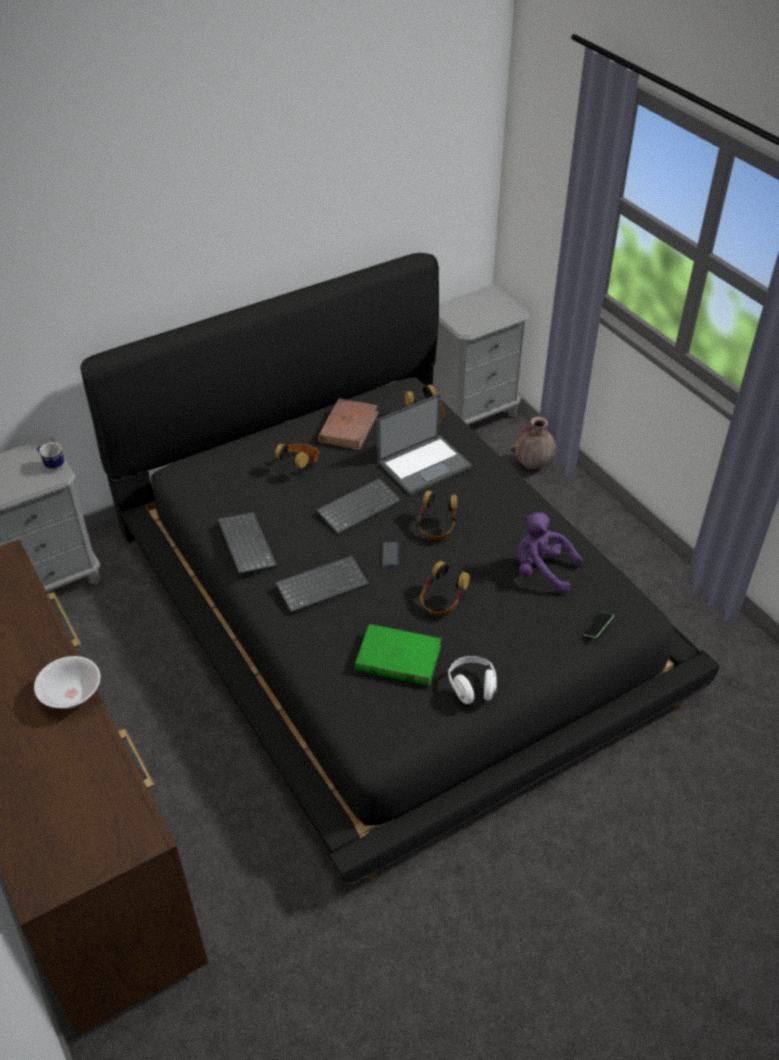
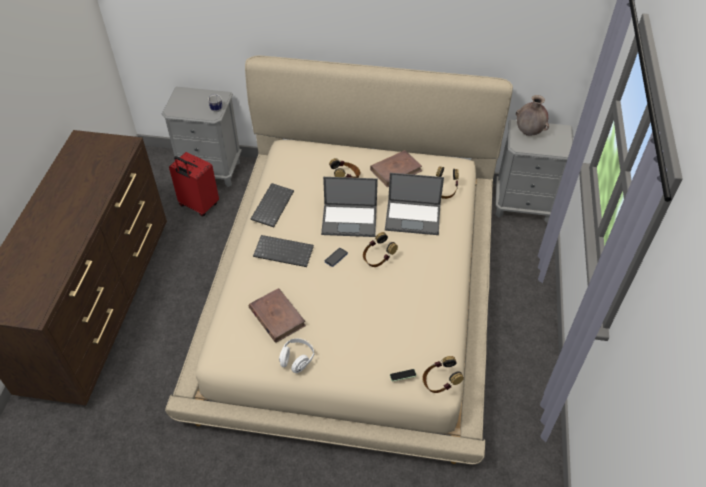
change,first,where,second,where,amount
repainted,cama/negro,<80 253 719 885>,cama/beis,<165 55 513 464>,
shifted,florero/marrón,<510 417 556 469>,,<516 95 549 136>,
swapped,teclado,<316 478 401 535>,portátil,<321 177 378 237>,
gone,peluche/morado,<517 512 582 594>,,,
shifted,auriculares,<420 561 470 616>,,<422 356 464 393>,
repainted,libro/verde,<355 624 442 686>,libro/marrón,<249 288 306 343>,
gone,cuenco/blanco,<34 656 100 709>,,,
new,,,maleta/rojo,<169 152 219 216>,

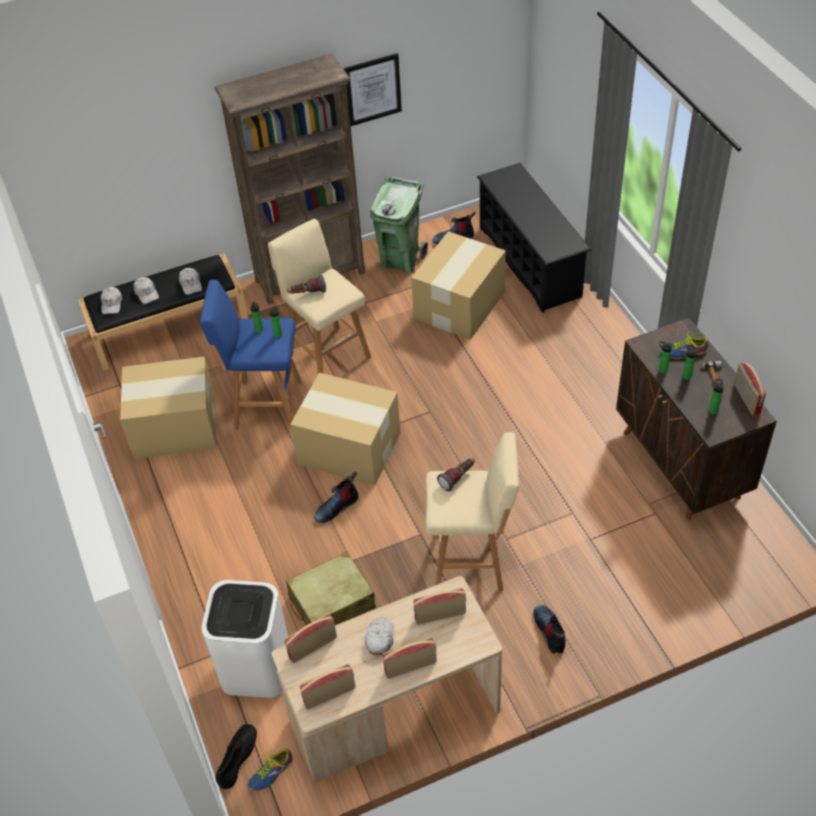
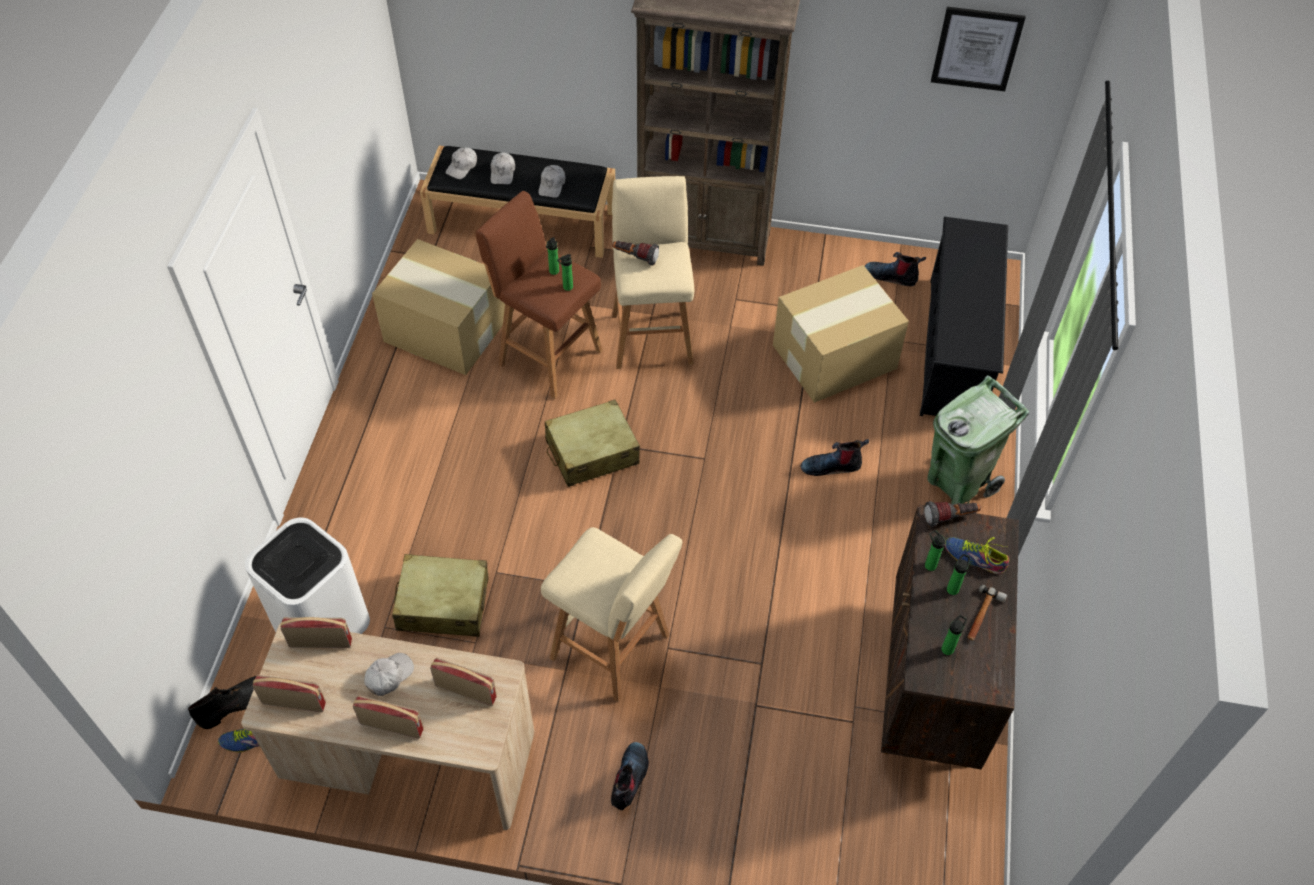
change,first,where,second,where,amount
shifted,cuadro,<344 53 402 126>,,<931 7 1025 91>,
shifted,papelera/verde,<370 177 428 274>,,<927 375 1029 504>,
repainted,taburete/azul,<200 280 301 430>,taburete/marrón,<475 191 603 399>,
gone,radio,<734 362 766 415>,,,
swapped,caja de cartón,<290 373 401 486>,maleta/beis,<545 399 640 487>,
shifted,linterna,<437 458 475 491>,,<924 501 981 527>,
shifted,bota,<314 471 359 523>,,<801 439 869 476>,

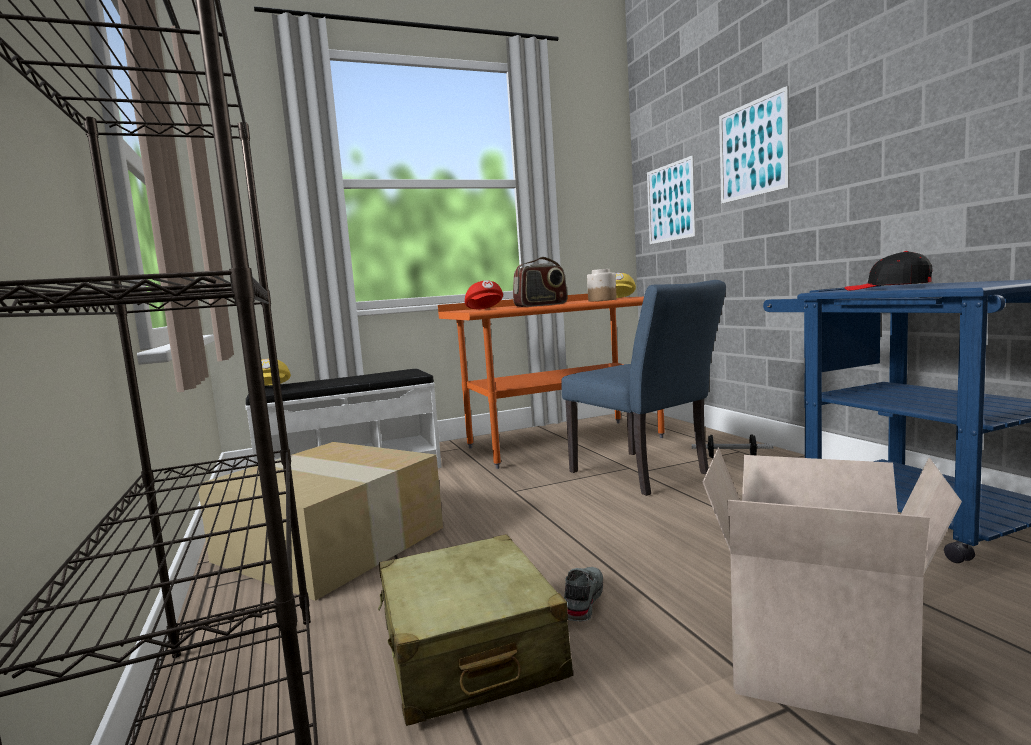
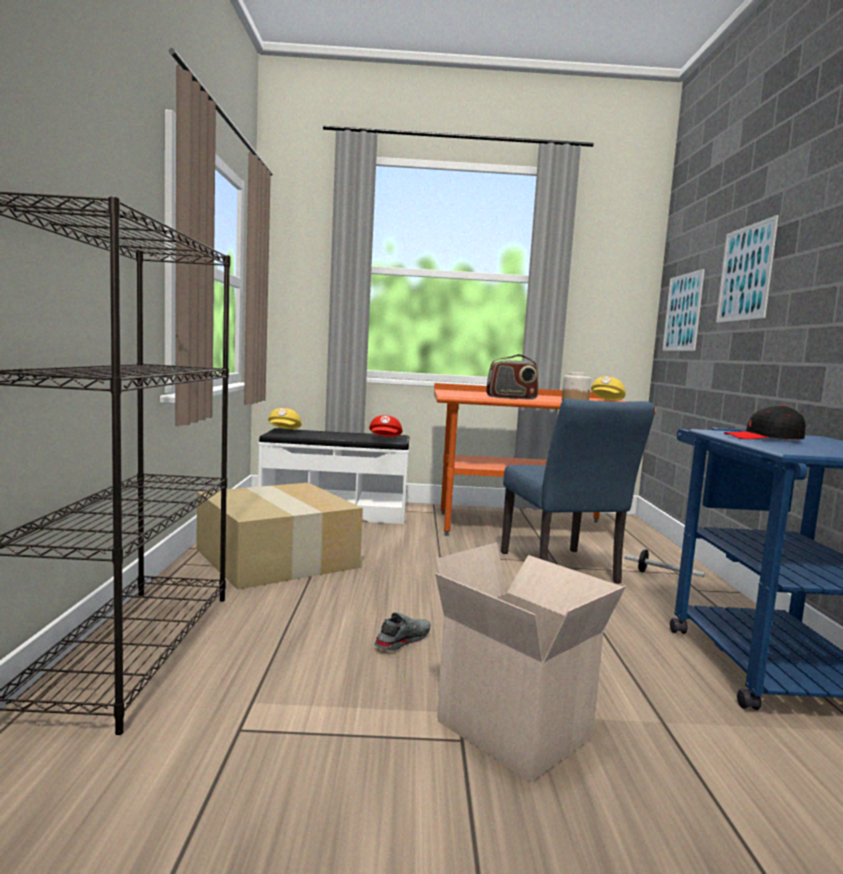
change,first,where,second,where,amount
rotated,gorra/negro,<844 251 933 291>,,<724 405 805 439>,60 degrees counterclockwise
shifted,gorra/rojo,<465 280 503 309>,,<369 415 402 437>,
gone,maleta/beis,<378 534 573 726>,,,

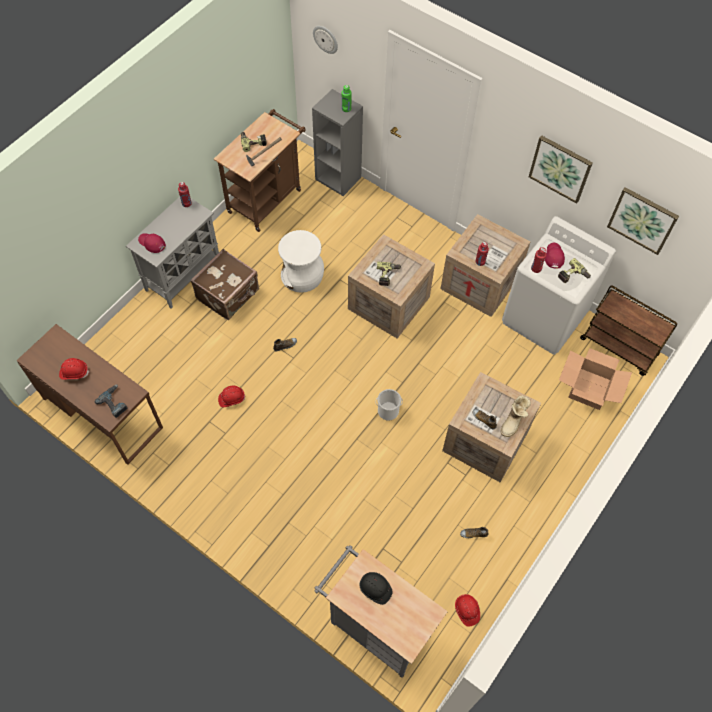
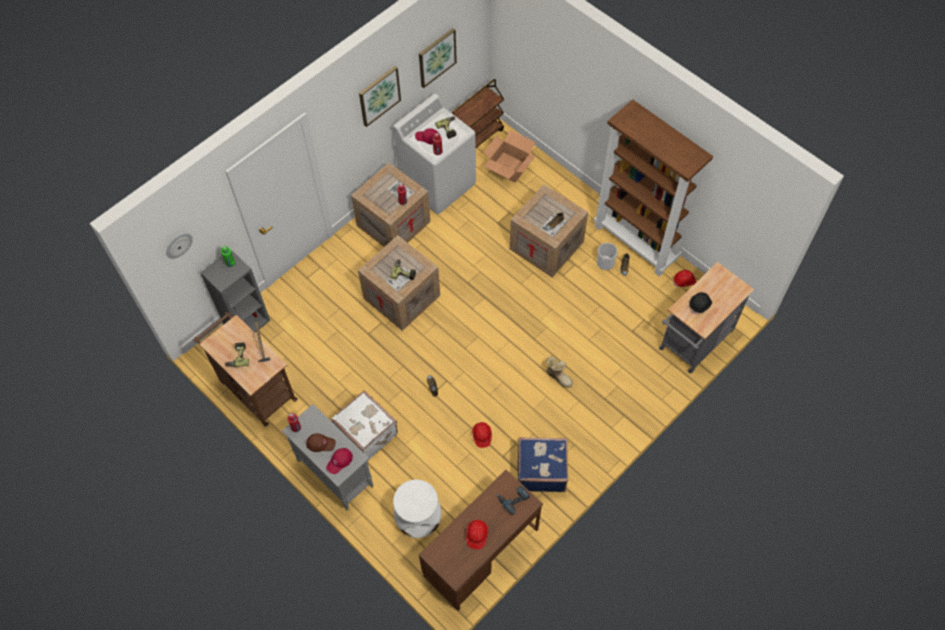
change,first,where,second,where,amount
shifted,taburete/blanco,<278 230 324 293>,,<393 479 442 538>,
repainted,maleta/marrón,<190 249 259 320>,maleta/blanco,<331 390 398 460>,
shifted,cubo,<376 389 403 421>,,<597 243 618 270>,
shifted,bota,<501 395 531 437>,,<546 357 573 388>,
new,,,estantería/marrón,<594 99 713 277>,
new,,,gorra/marrón,<306 434 336 452>,
new,,,maleta/azul,<518 437 568 492>,

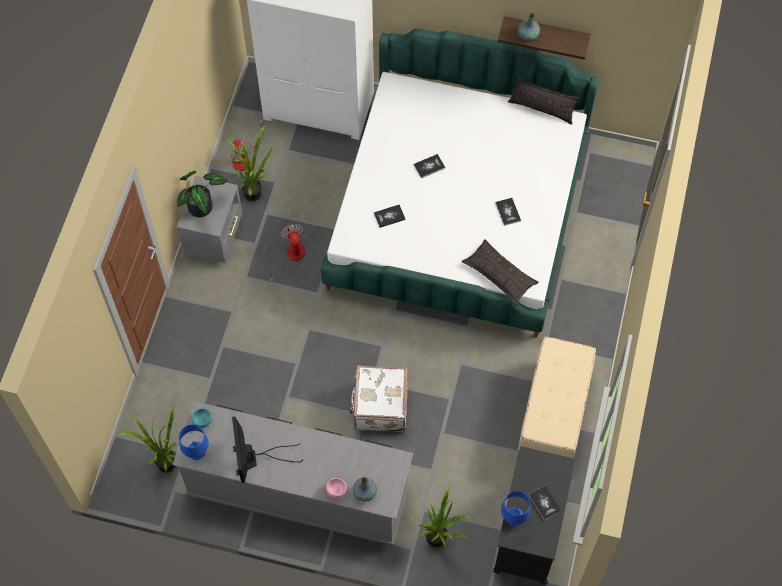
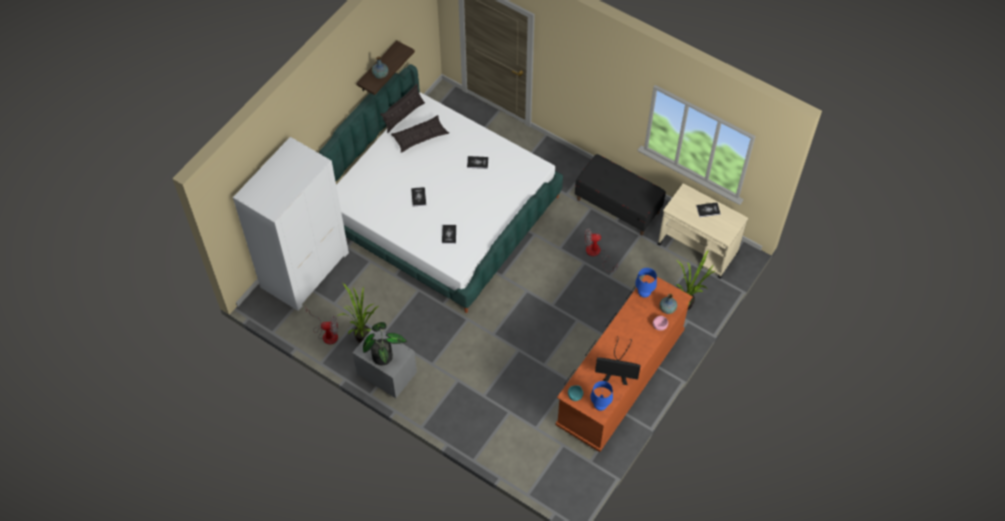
change,first,where,second,where,amount
shifted,ventilador,<269 224 305 282>,,<585 228 617 272>,
shifted,cojín,<462 239 539 306>,,<391 115 449 153>,
repainted,banco/beis,<518 337 596 458>,banco/negro,<575 154 666 236>,
gone,maleta/blanco,<350 365 408 432>,,,
repainted,cómoda/gris,<172 401 413 546>,cómoda/marrón,<555 275 693 452>,
gone,planta en maceta,<118 405 177 473>,,,
repainted,carrito/negro,<493 446 575 585>,carrito/beis,<657 183 748 279>,
shifted,lámpara de mesa/azul,<501 491 531 526>,,<635 268 657 298>,

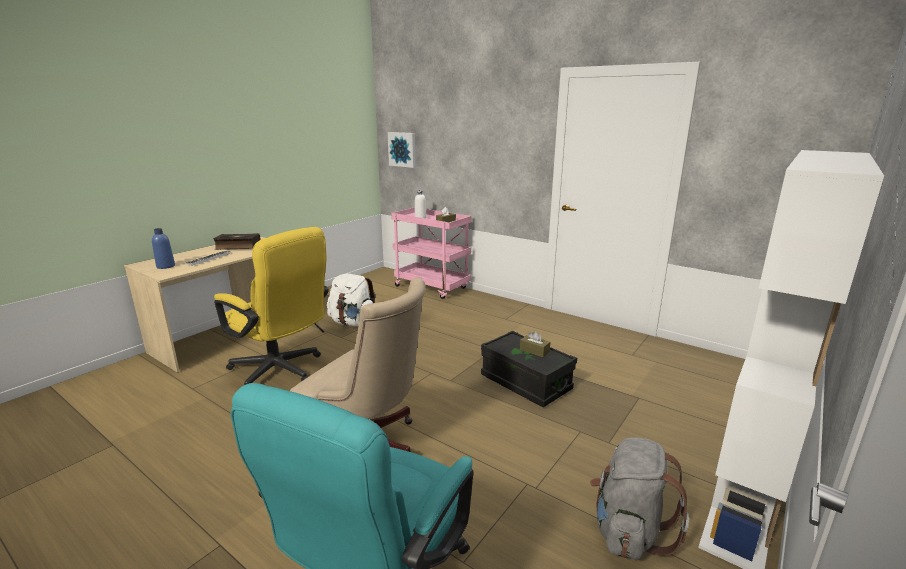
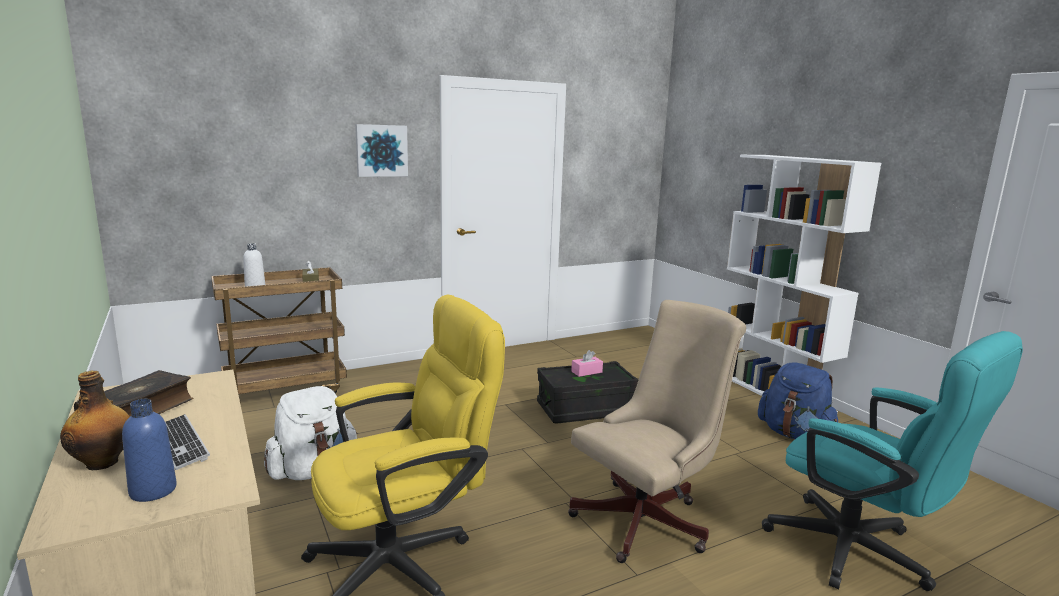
change,first,where,second,where,amount
shifted,cuadro,<388 132 416 168>,,<355 124 408 177>,
repainted,carrito/rosa,<391 207 472 299>,carrito/marrón,<211 267 347 403>,
repainted,caja de pañuelos/marrón,<520 331 550 357>,caja de pañuelos/rosa,<571 350 603 377>,
repainted,mochila/gris,<590 437 689 560>,mochila/azul,<758 362 838 439>,
new,,,botella,<60 371 130 470>,

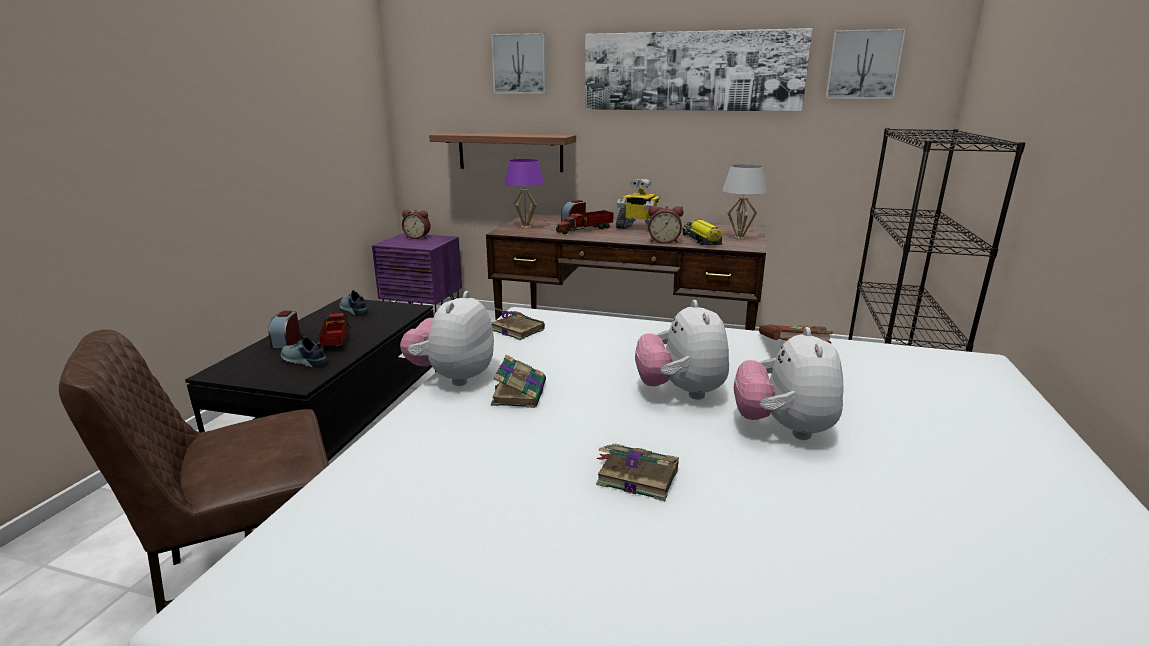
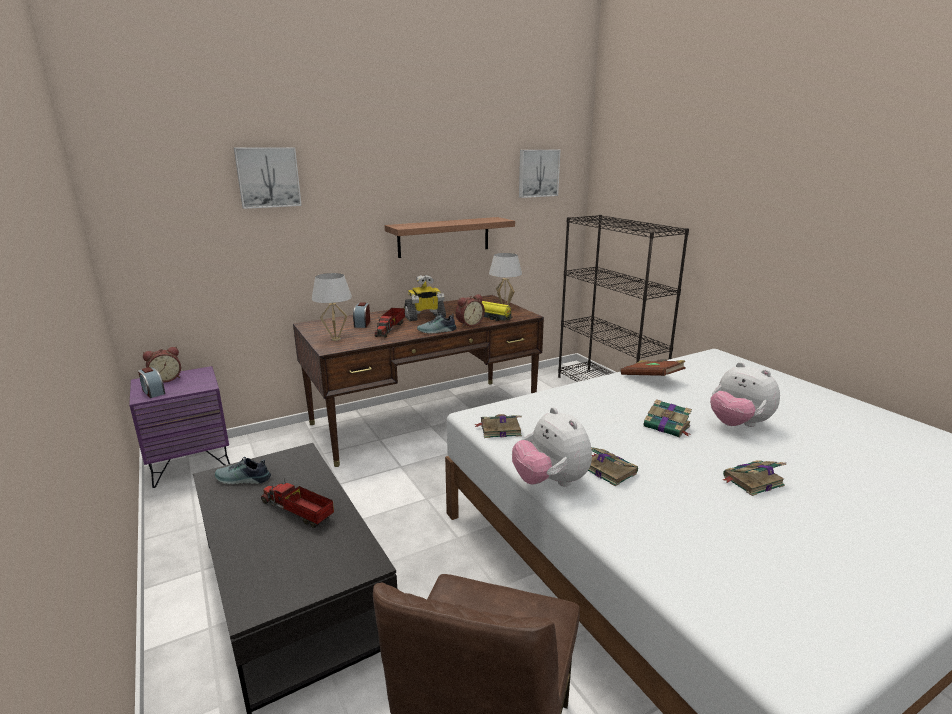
change,first,where,second,where,amount
gone,cuadro,<585 28 813 111>,,,
shifted,estante,<429 132 576 172>,,<385 217 515 258>,
repainted,lámpara de mesa/morado,<505 159 544 228>,lámpara de mesa/blanco,<312 273 352 341>,
swapped,peluche,<635 300 729 400>,libro,<644 399 692 438>,
shifted,despertador,<268 311 301 348>,,<138 367 166 398>,
shifted,zapato,<281 336 329 367>,,<417 313 456 333>,

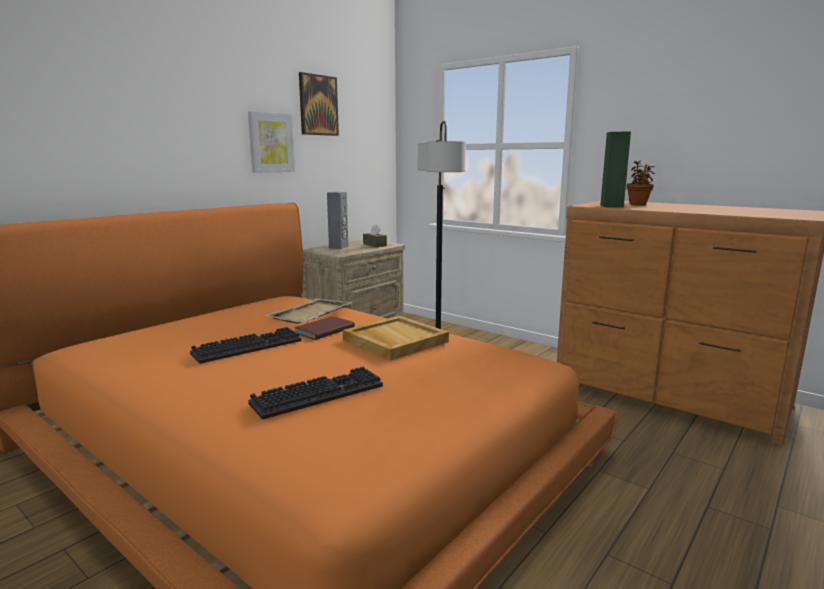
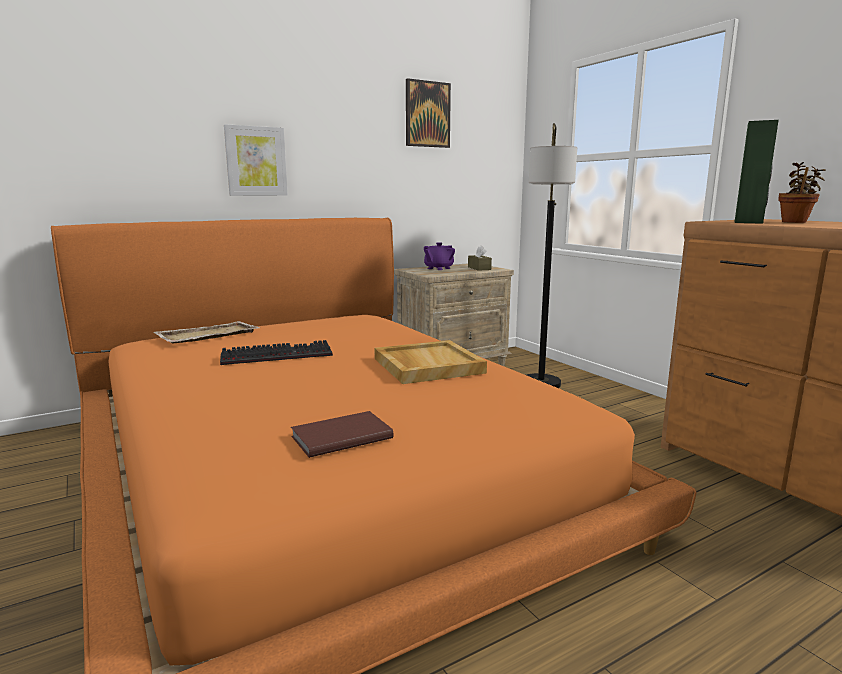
change,first,where,second,where,amount
shifted,cuadro,<248 111 295 173>,,<224 124 288 196>,
swapped,altavoz/gris,<327 192 348 249>,tetera/morado,<424 242 455 270>,
shifted,bandeja/beis,<263 298 353 323>,,<153 321 259 343>,
shifted,libro/marrón,<294 316 355 340>,,<291 411 393 458>,
gone,teclado,<248 367 383 420>,,,

